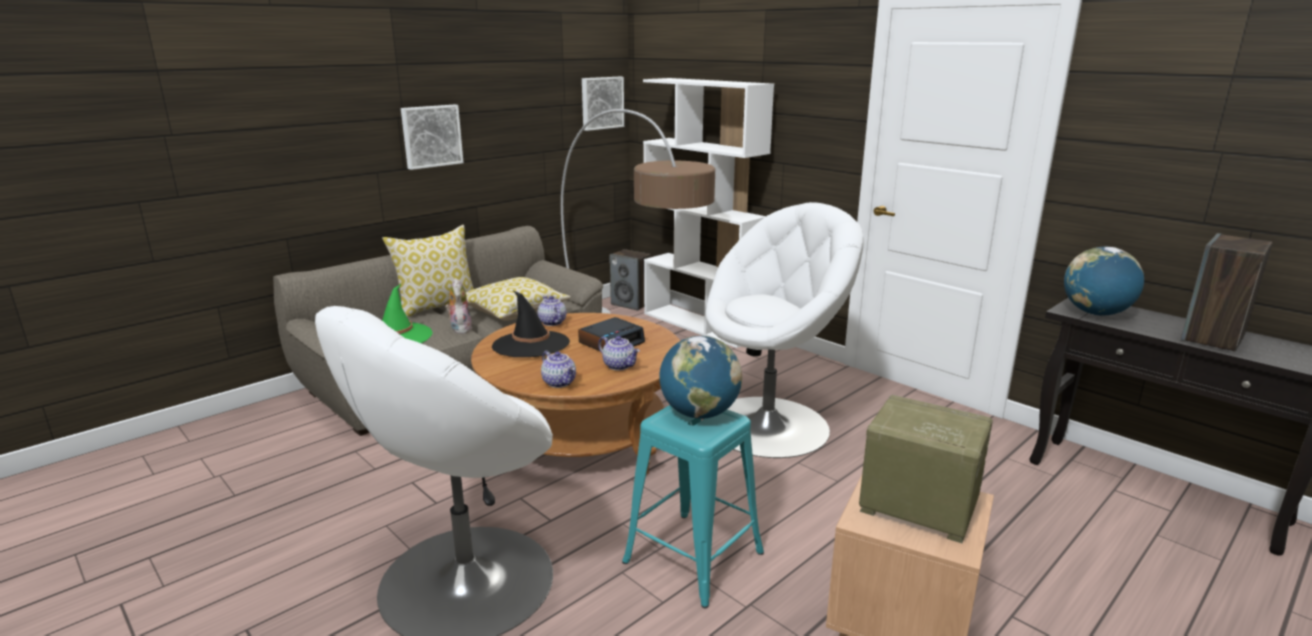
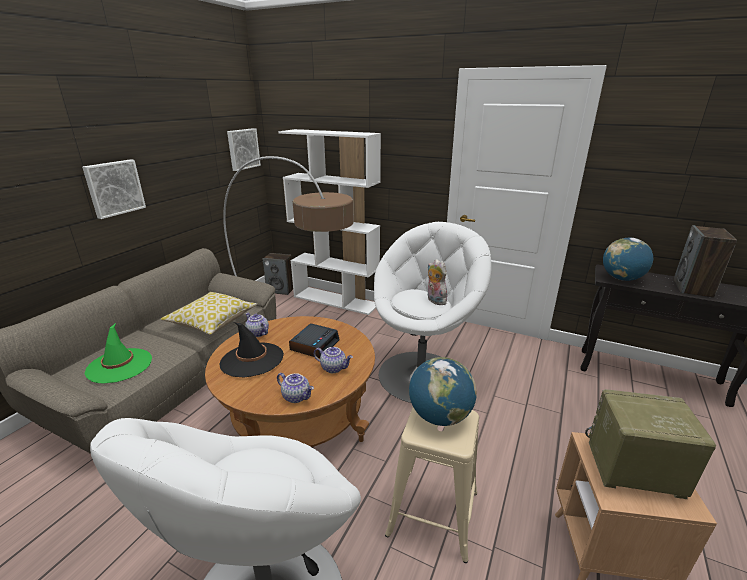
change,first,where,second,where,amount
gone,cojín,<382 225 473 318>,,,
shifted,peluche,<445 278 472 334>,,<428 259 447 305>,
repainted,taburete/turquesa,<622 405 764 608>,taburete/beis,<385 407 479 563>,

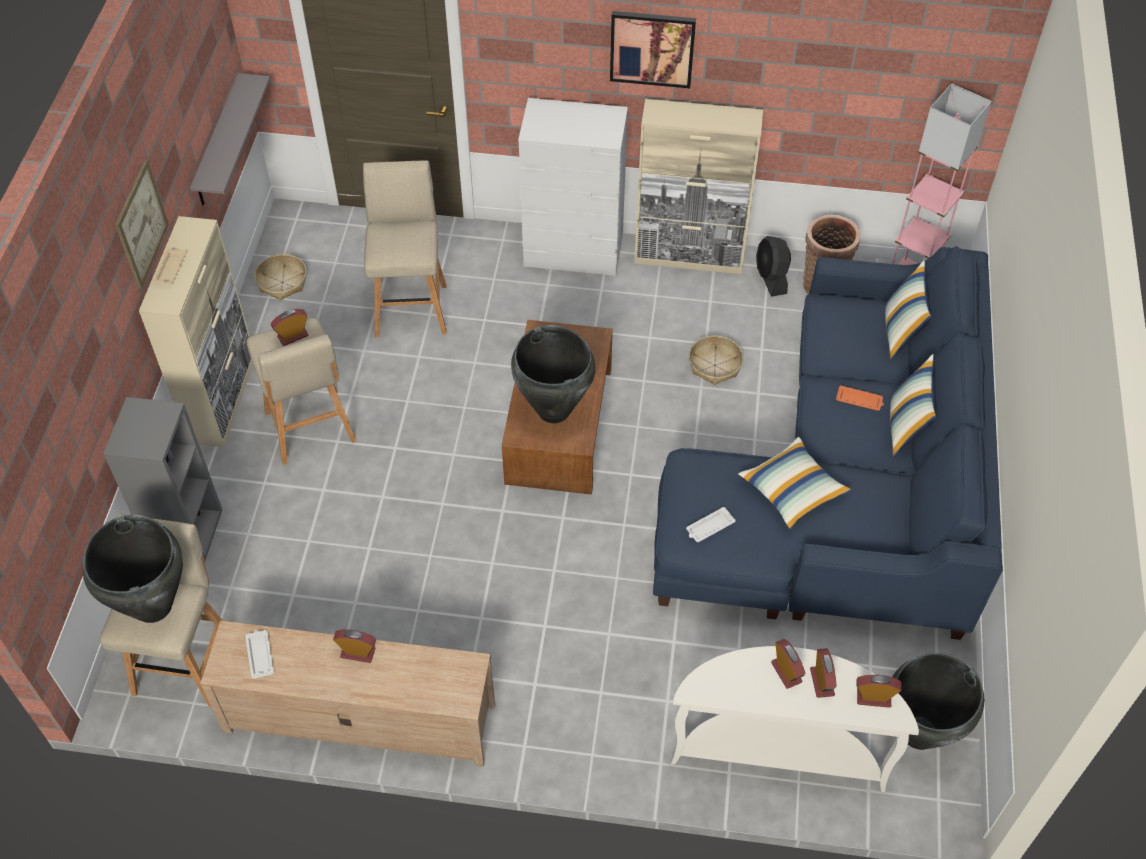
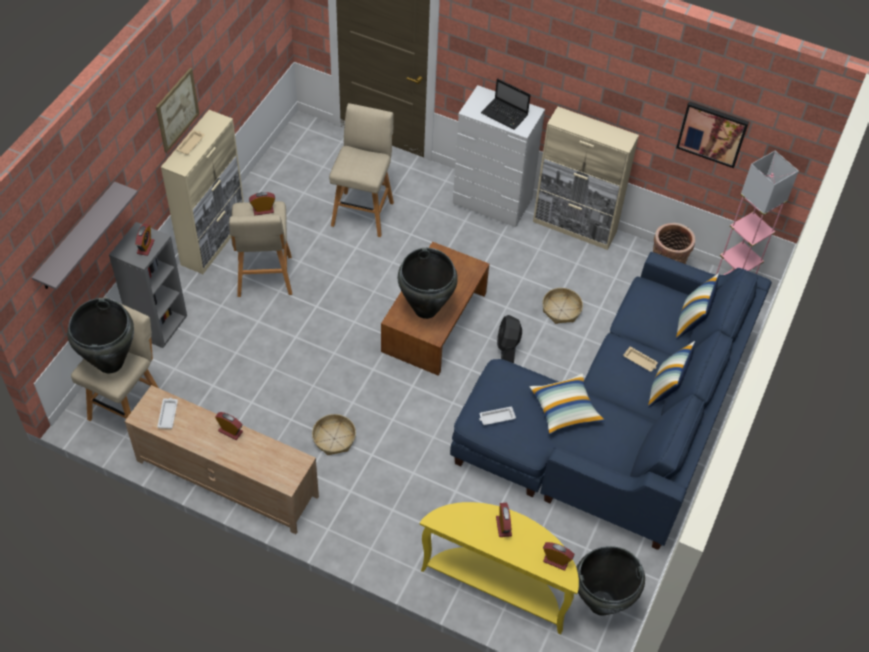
change,first,where,second,where,amount
shifted,cuadro,<610 11 696 88>,,<676 101 749 168>,
shifted,estante/gris,<190 73 270 206>,,<32 181 138 290>,
shifted,ventilador/negro,<756 236 791 297>,,<497 315 522 363>,
shifted,cesta,<254 254 306 300>,,<312 414 356 455>,
repainted,bandeja/naranja,<836 385 884 411>,bandeja/beis,<623 346 658 372>,
repainted,mesa consola/blanco,<671 646 919 792>,mesa consola/amarillo,<420 502 579 635>,
shifted,despertador,<810 648 837 698>,,<135 224 155 256>,
new,,,portátil,<481 78 530 130>,

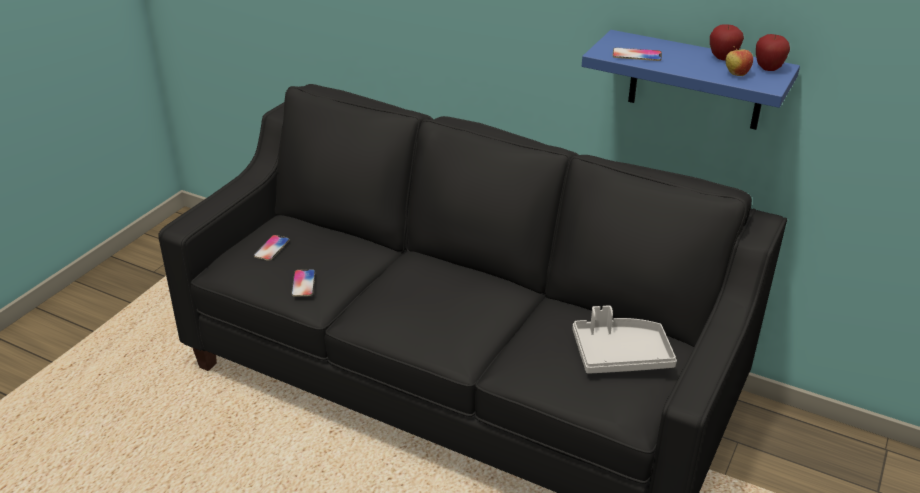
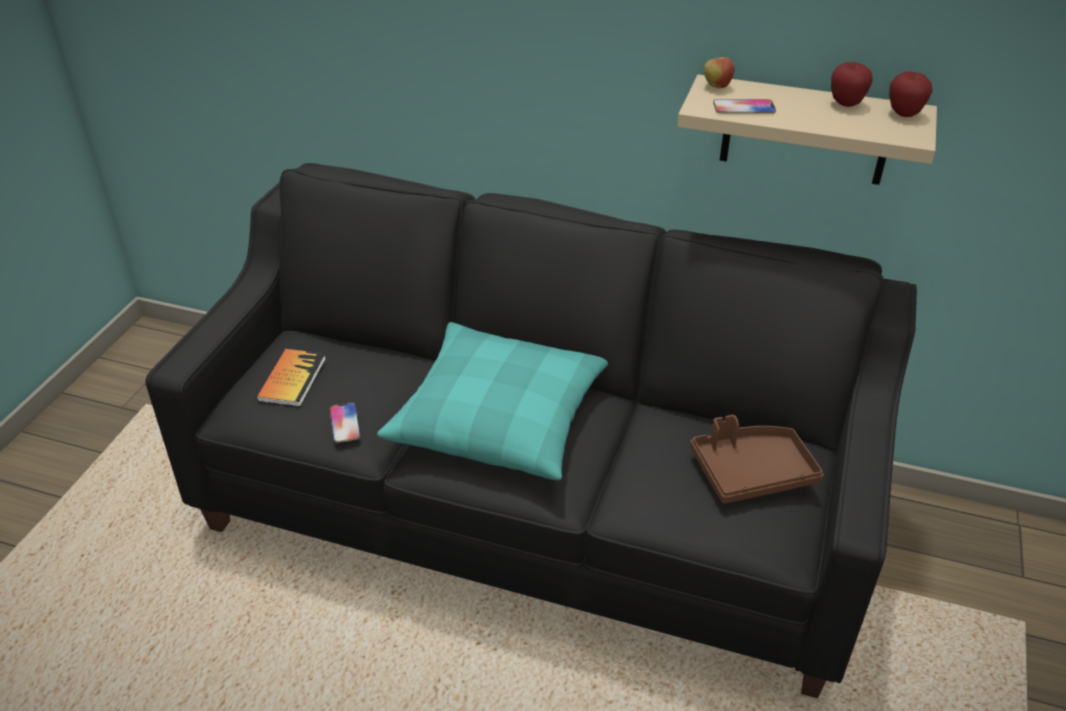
change,first,where,second,where,amount
repainted,estante/azul,<582 30 800 130>,estante/beis,<677 74 937 185>,
shifted,manzana,<726 46 753 76>,,<704 54 735 88>,
swapped,móvil,<254 235 289 261>,libro,<256 349 326 407>,
repainted,bandeja/gris,<573 305 677 374>,bandeja/marrón,<690 415 824 504>,
new,,,cojín/turquesa,<377 322 608 480>,

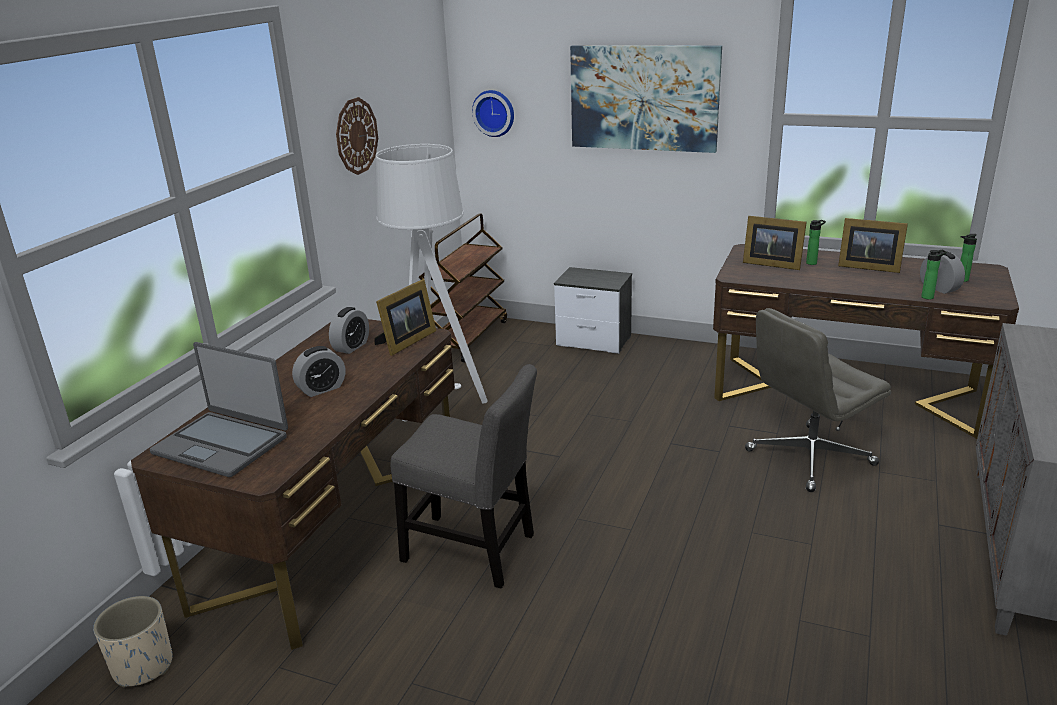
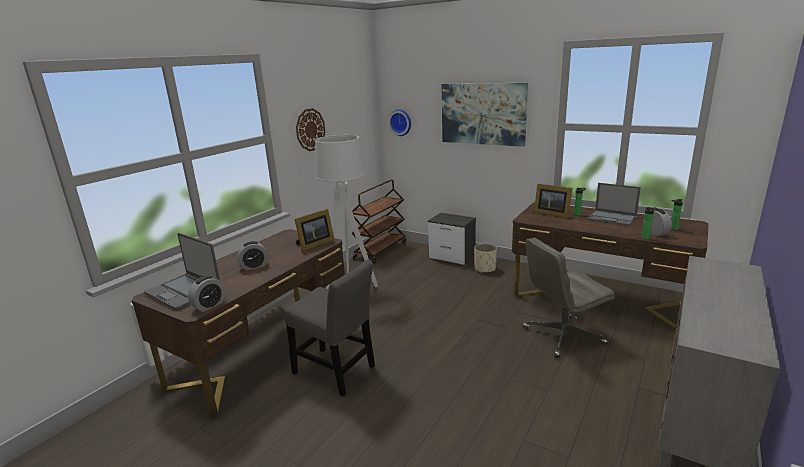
change,first,where,second,where,amount
swapped,portarretratos,<838 218 908 273>,portátil,<587 183 641 226>,
shifted,despertador,<329 307 369 354>,,<188 276 226 312>,
shifted,maceta/beis,<93 596 173 688>,,<474 243 497 273>,

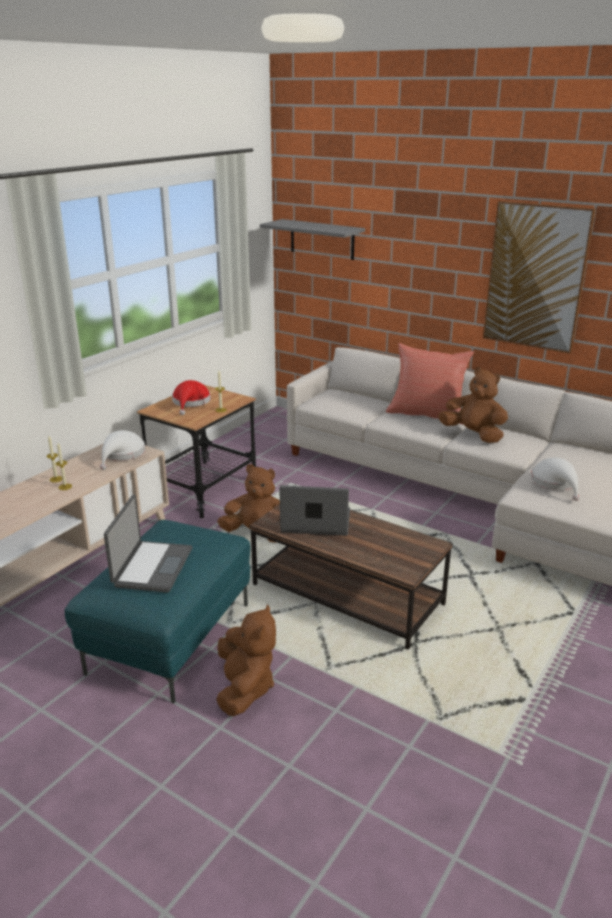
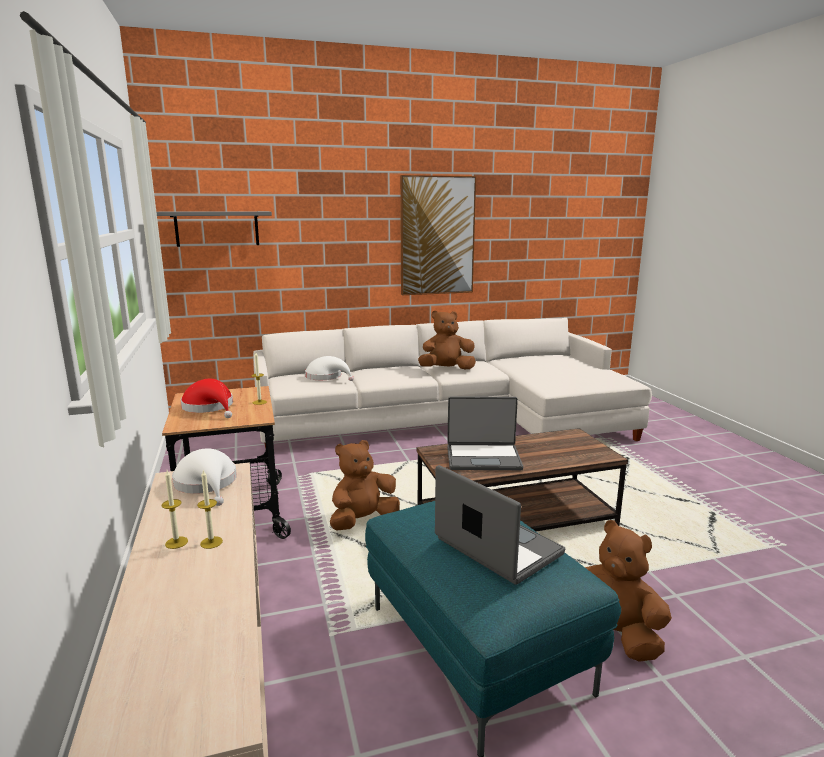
change,first,where,second,where,amount
gone,cojín/rojo,<386 343 474 425>,,,
shifted,sombrero/blanco,<531 458 580 501>,,<305 356 354 381>,
rotated,portátil,<279 485 350 536>,,<447 397 523 470>,135 degrees counterclockwise

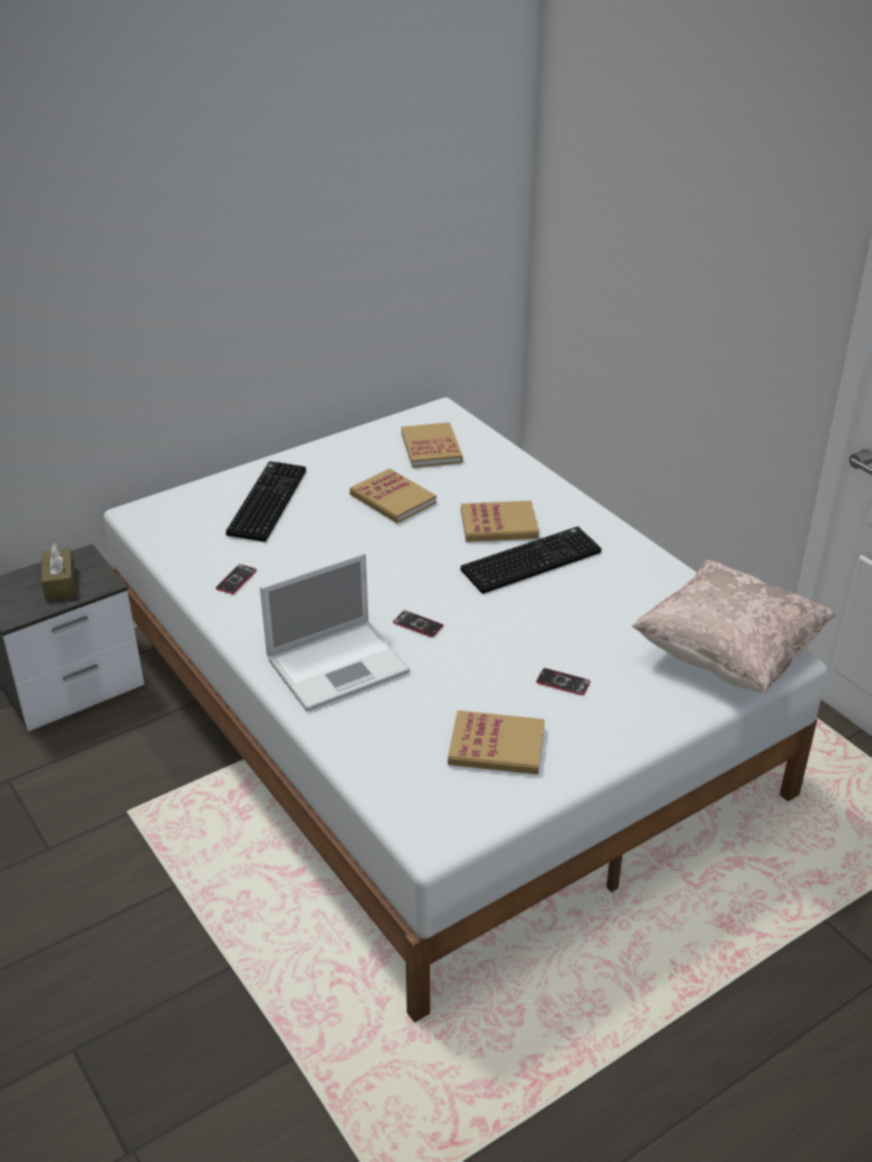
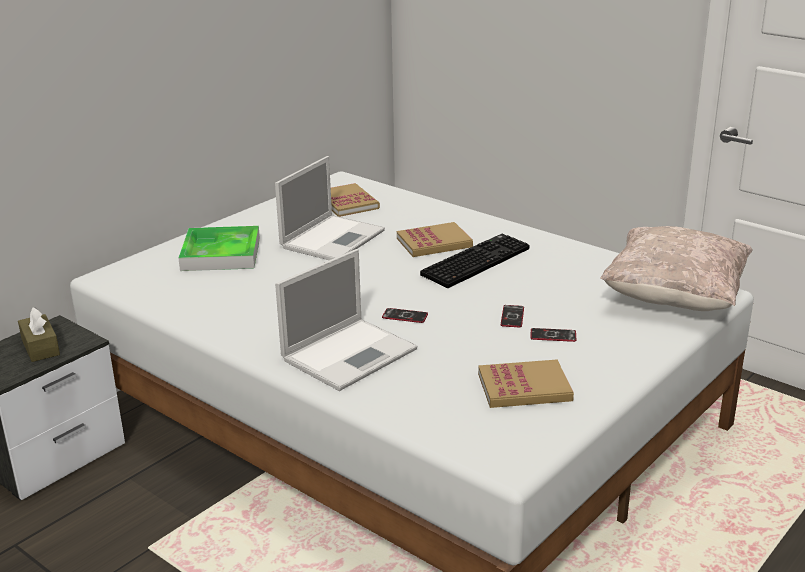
change,first,where,second,where,amount
swapped,teclado,<226 461 306 542>,bandeja,<178 226 260 271>,
swapped,libro,<350 468 436 524>,portátil,<275 156 385 260>,
shifted,móvil,<216 564 257 594>,,<501 305 524 327>,

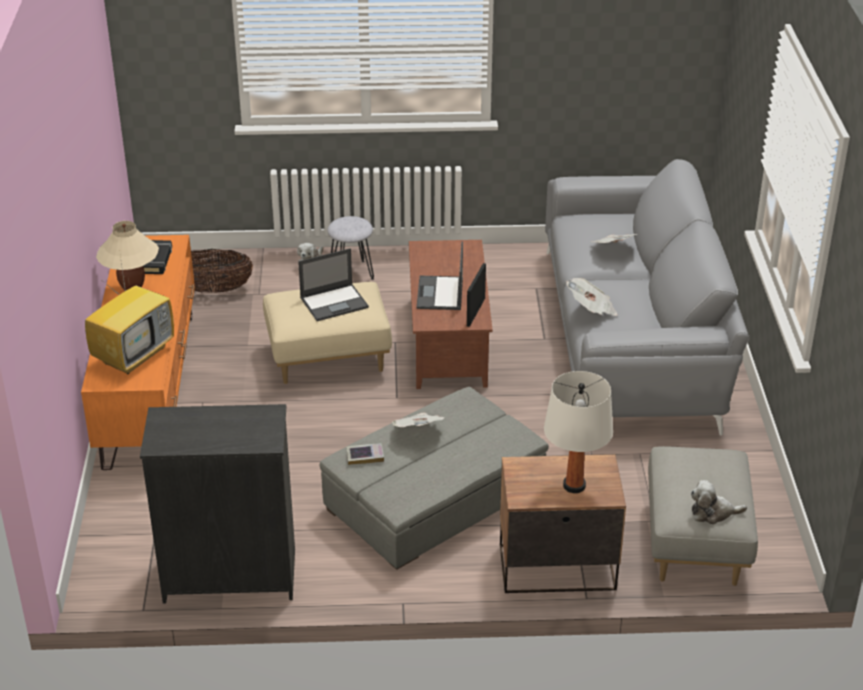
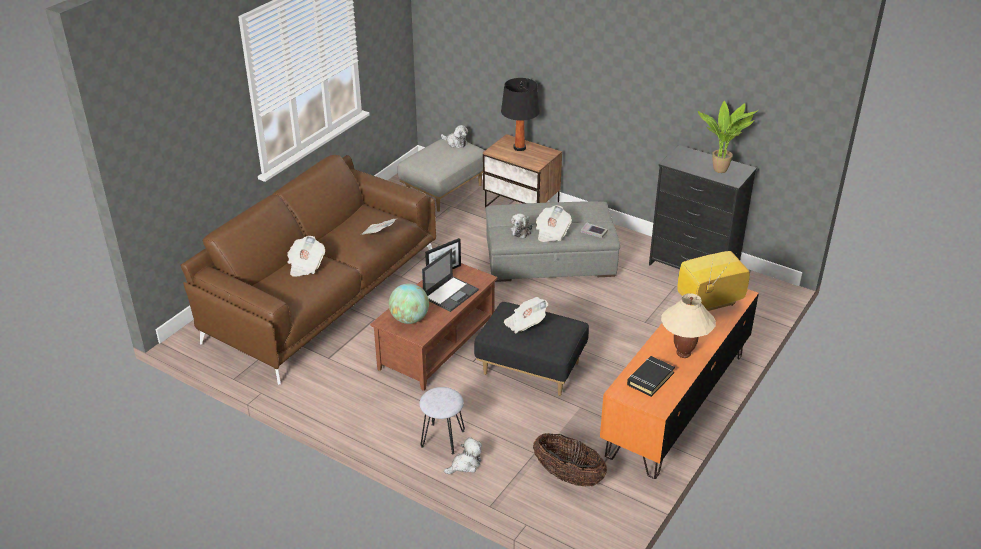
change,first,where,second,where,amount
repainted,sofá/gris,<545 159 750 436>,sofá/marrón,<181 155 436 385>,
swapped,portátil,<298 248 369 321>,periódico,<504 297 548 334>,
repainted,puf/beis,<263 282 392 384>,puf/negro,<474 302 589 396>,
repainted,lámpara de mesa/blanco,<544 371 613 493>,lámpara de mesa/negro,<501 78 540 151>,
new,,,planta en maceta,<698 101 758 173>,
new,,,peluche,<511 213 532 238>,
new,,,globo terráqueo,<389 283 429 324>,

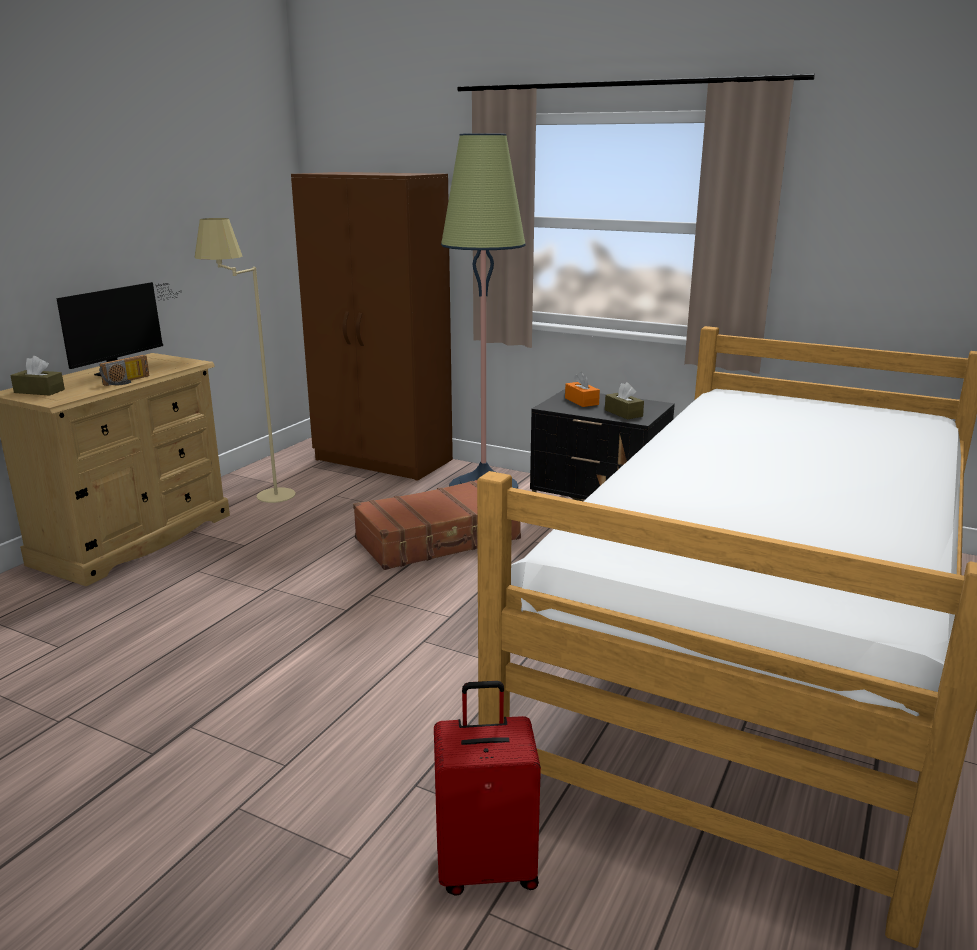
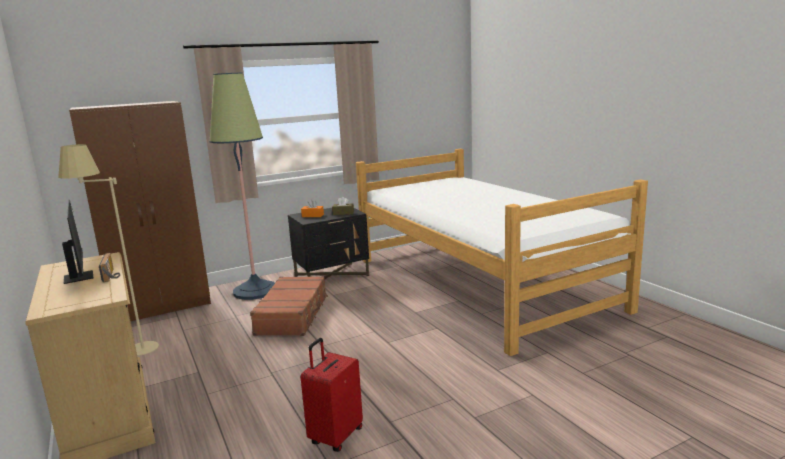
change,first,where,second,where,amount
gone,caja de pañuelos/marrón,<10 356 65 396>,,,
shifted,maleta/rojo,<434 681 541 896>,,<300 338 363 452>,

